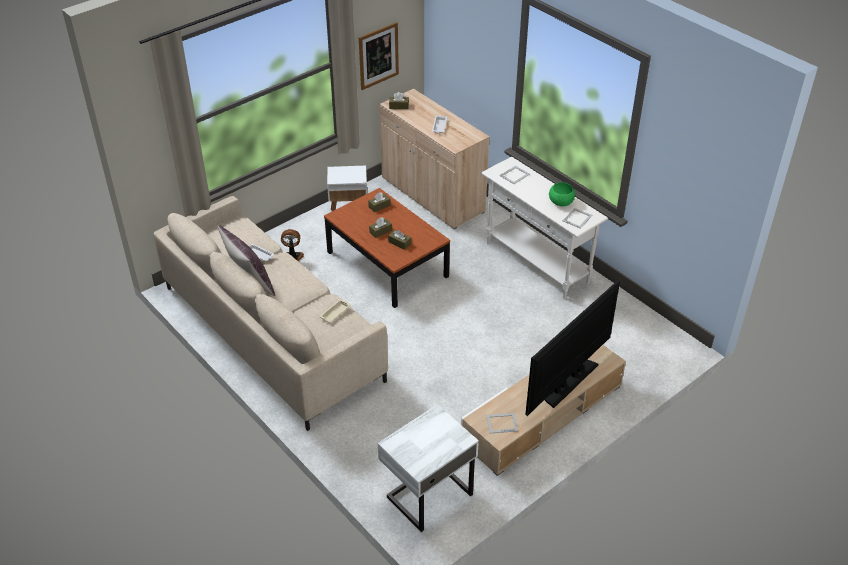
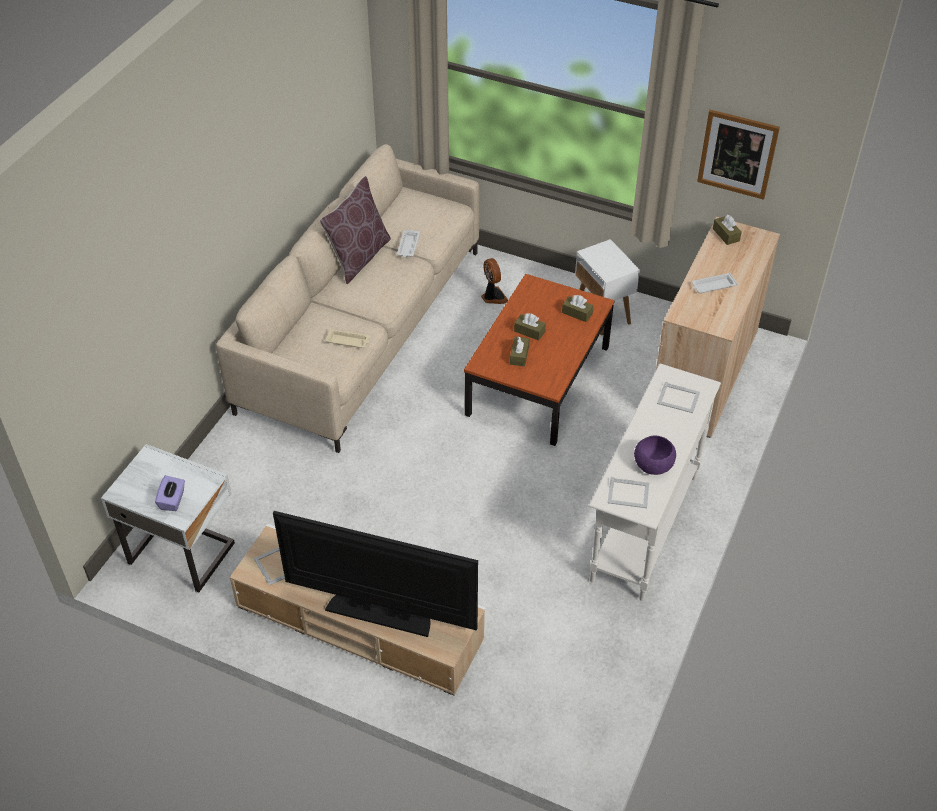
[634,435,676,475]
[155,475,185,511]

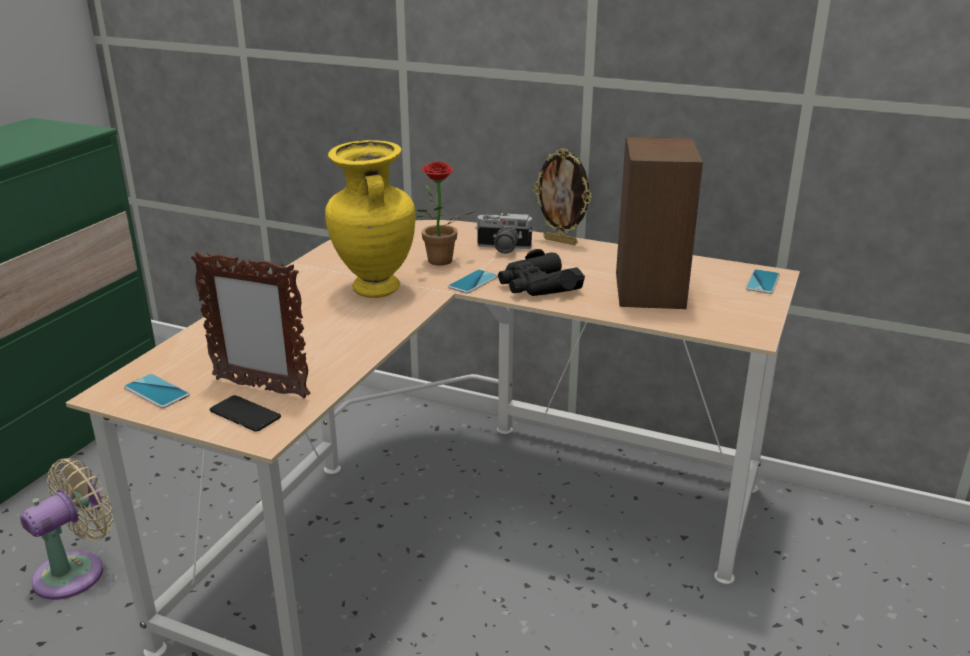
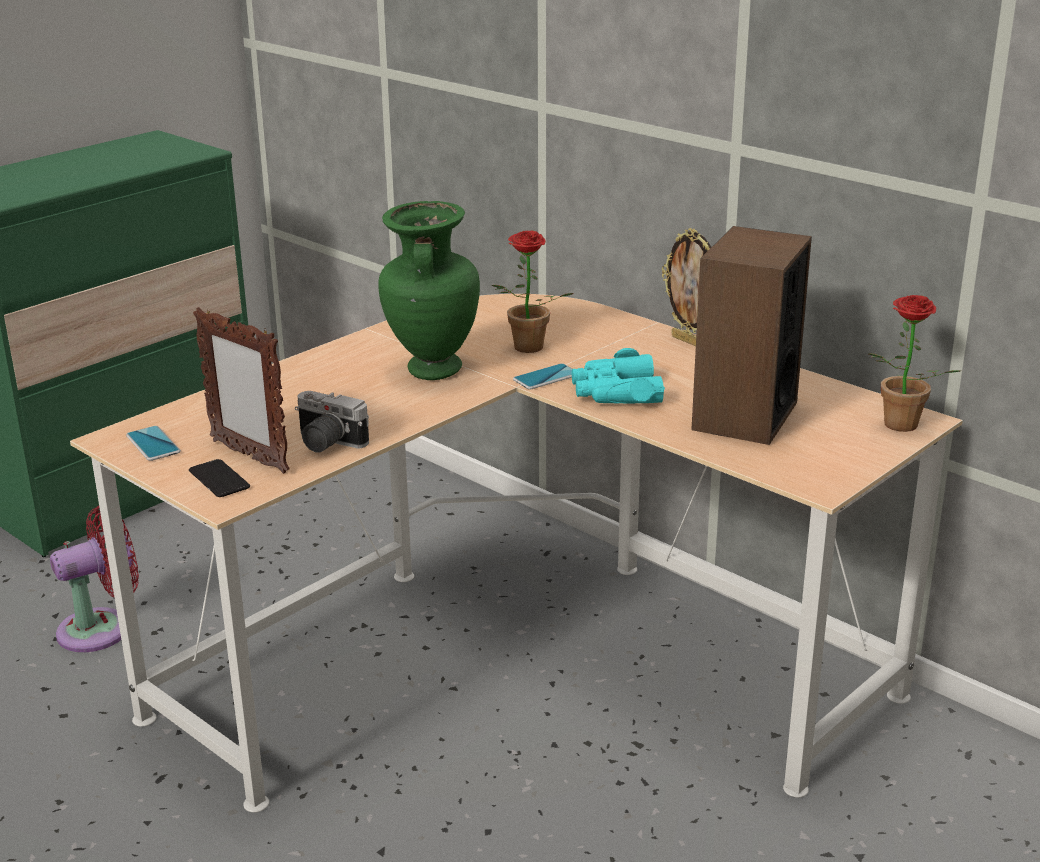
[378,201,480,380]
[295,391,369,453]
[572,348,665,404]
[868,295,961,432]
[50,506,139,652]

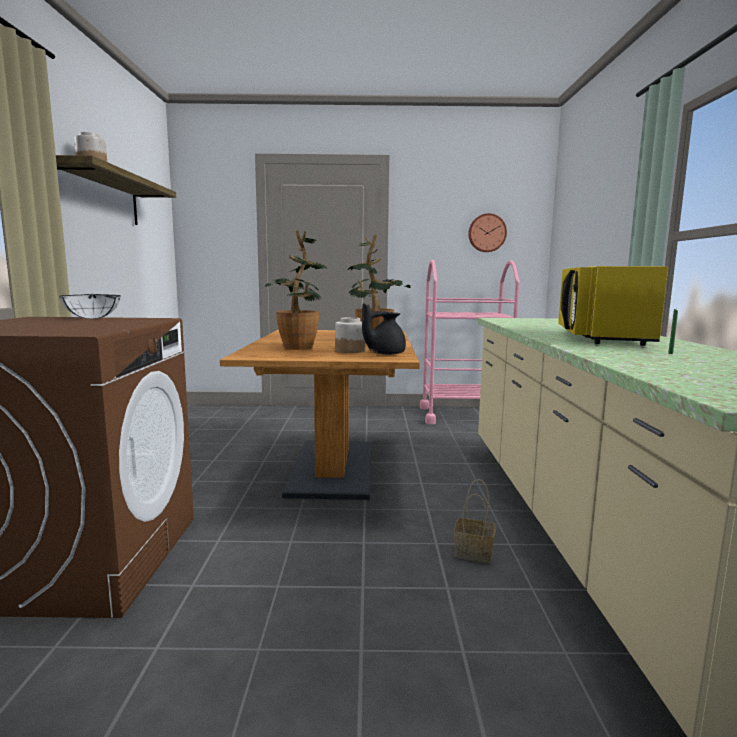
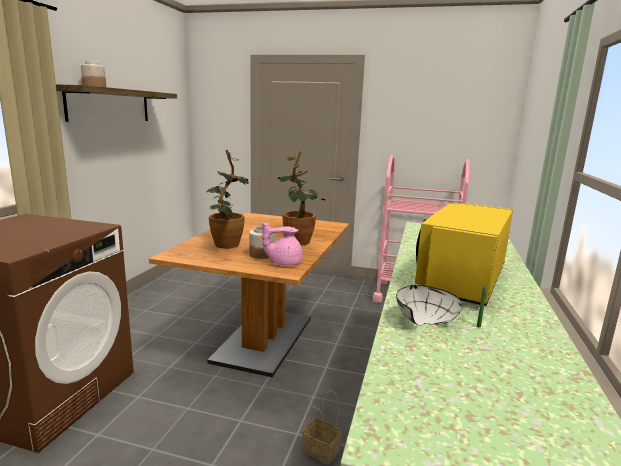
[468,213,507,252] (first image)
[396,285,463,326]
[262,222,303,266]

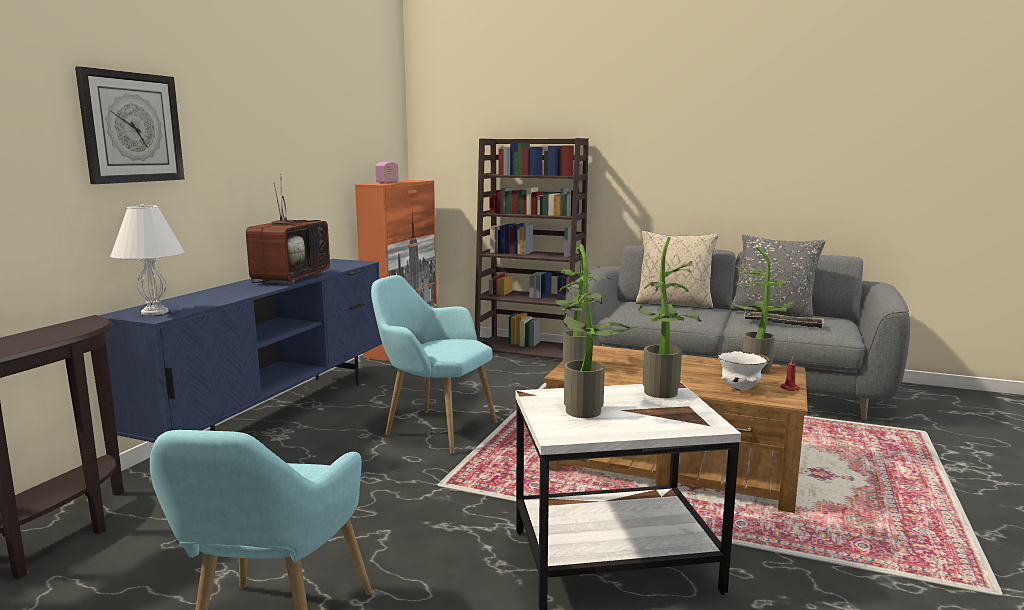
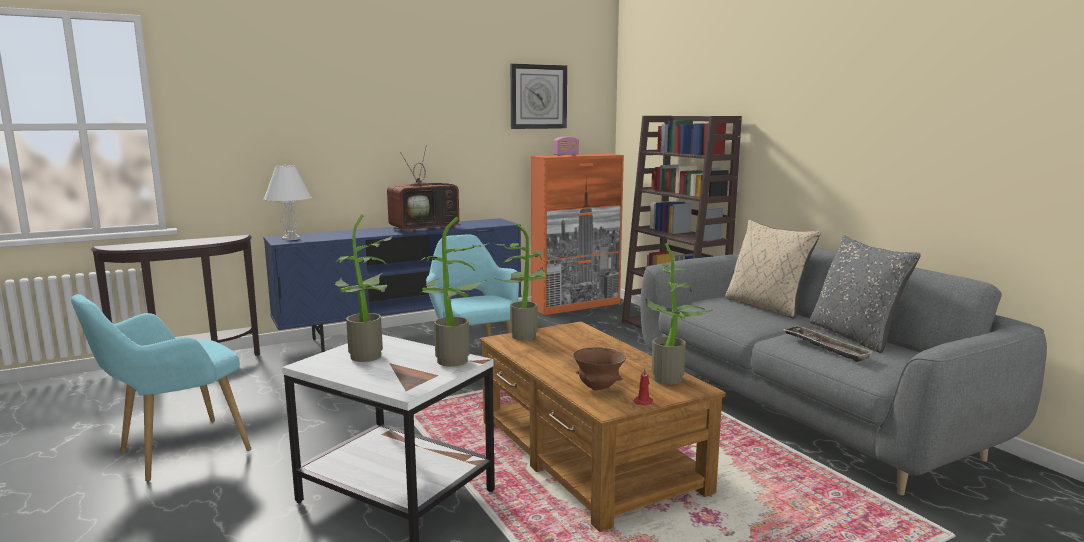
[510,63,567,129]
[573,347,626,390]

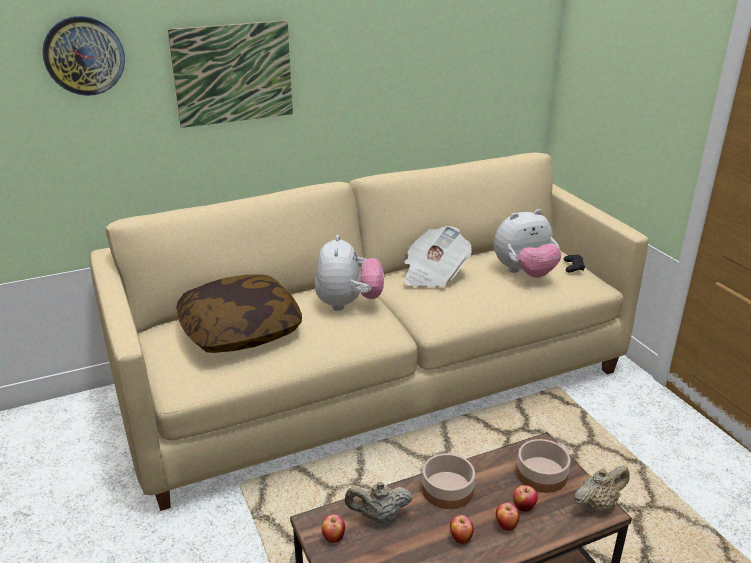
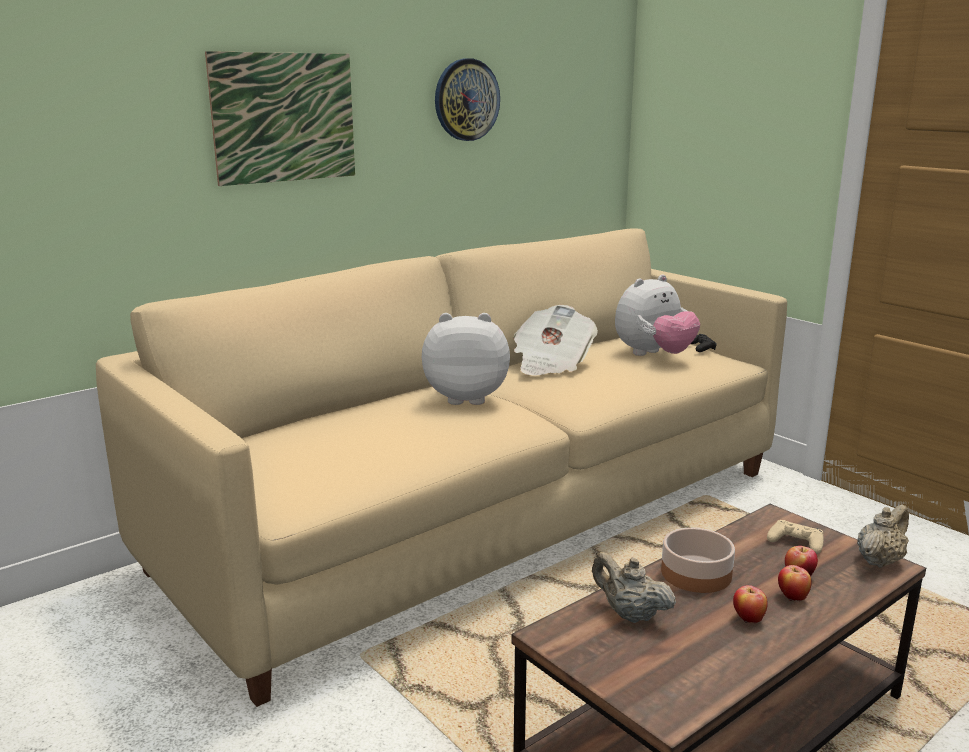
[435,59,500,141]
[422,313,510,405]
[176,275,302,353] (first image)
[767,520,824,554]
[592,552,676,623]
[322,514,345,543] (first image)

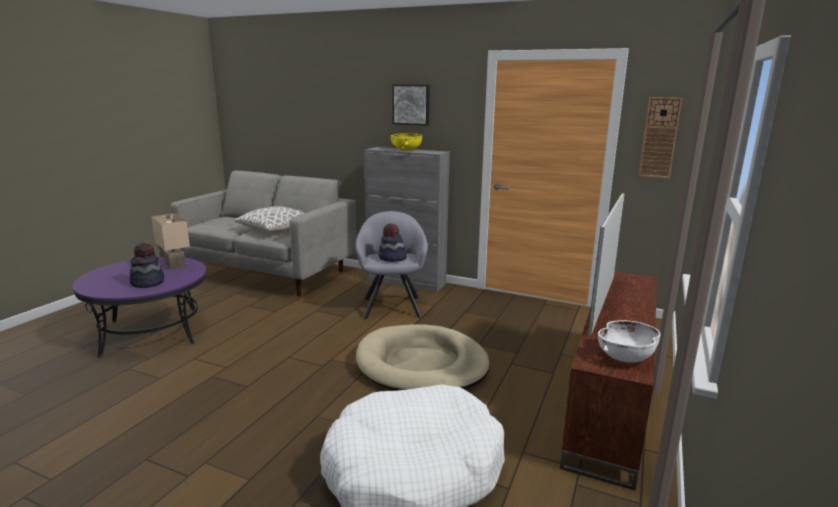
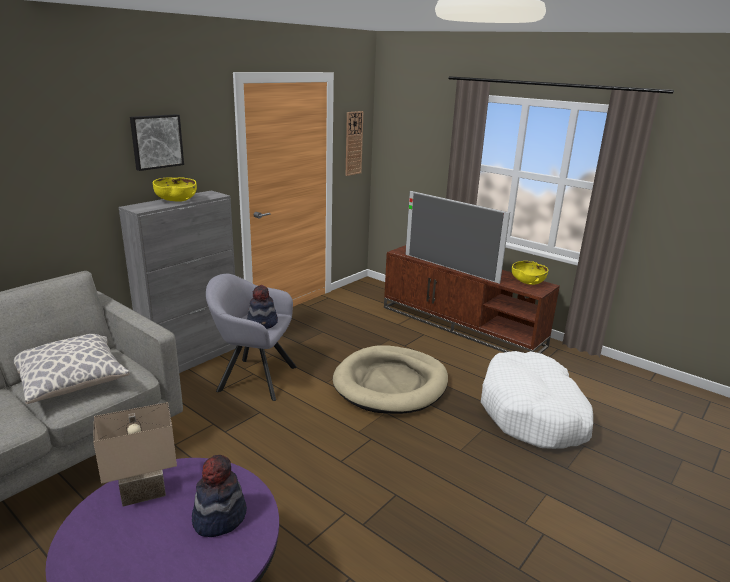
[512,261,548,285]

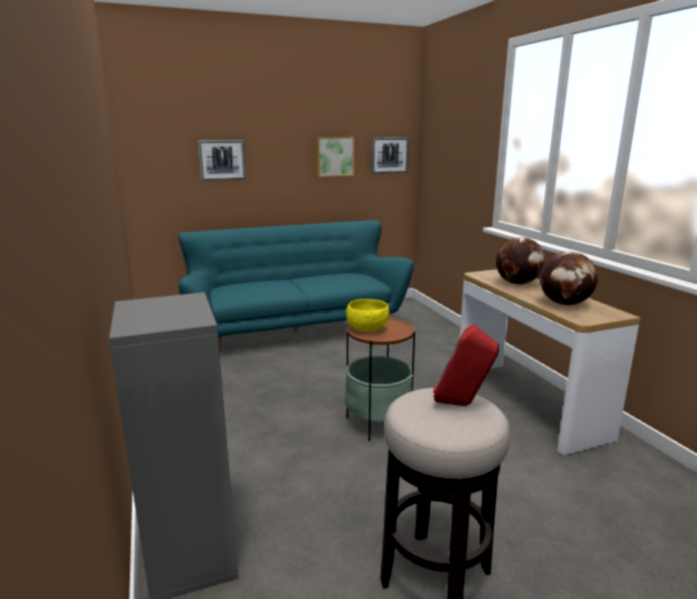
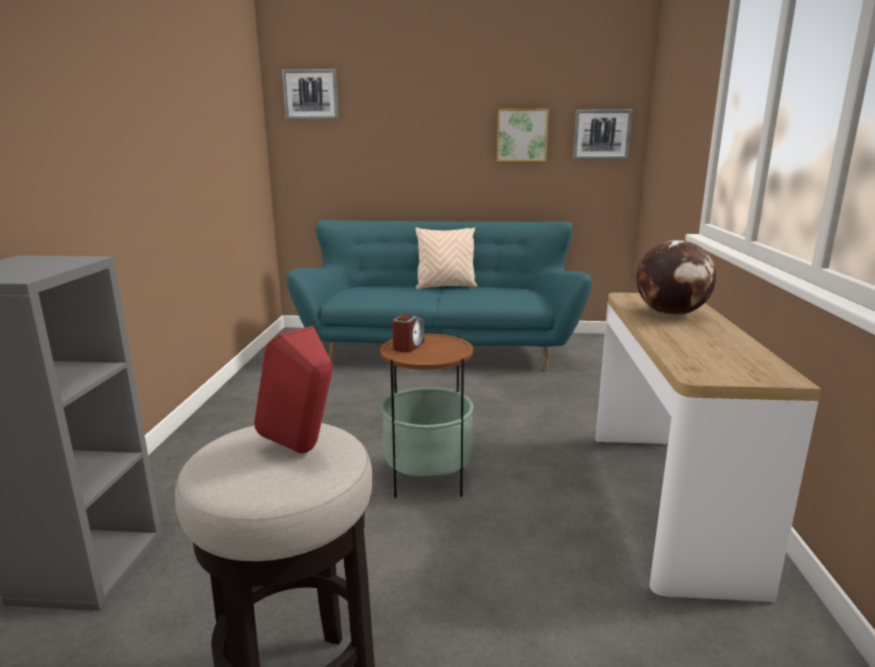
[282,69,339,120]
[540,252,598,305] (first image)
[392,315,424,353]
[415,227,477,289]

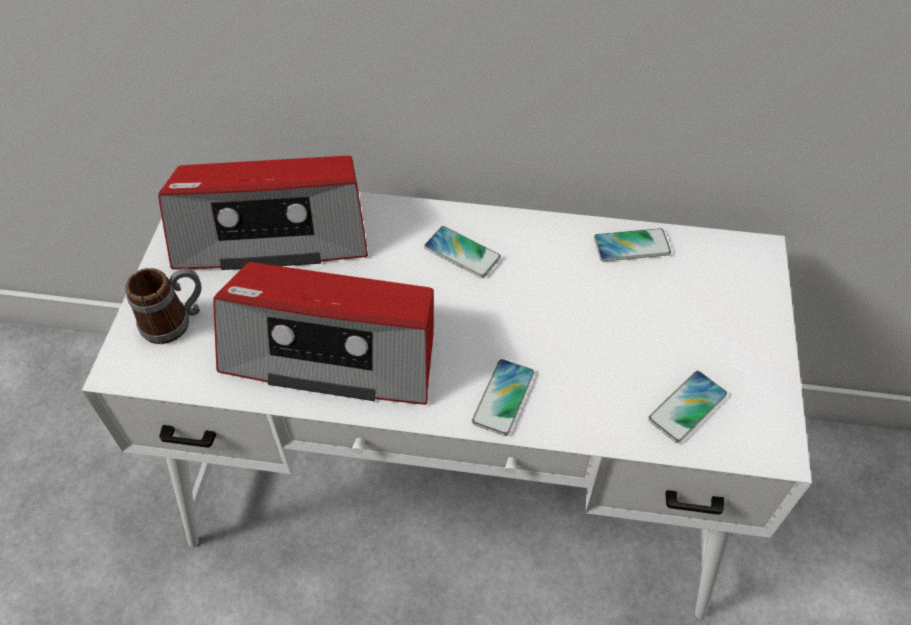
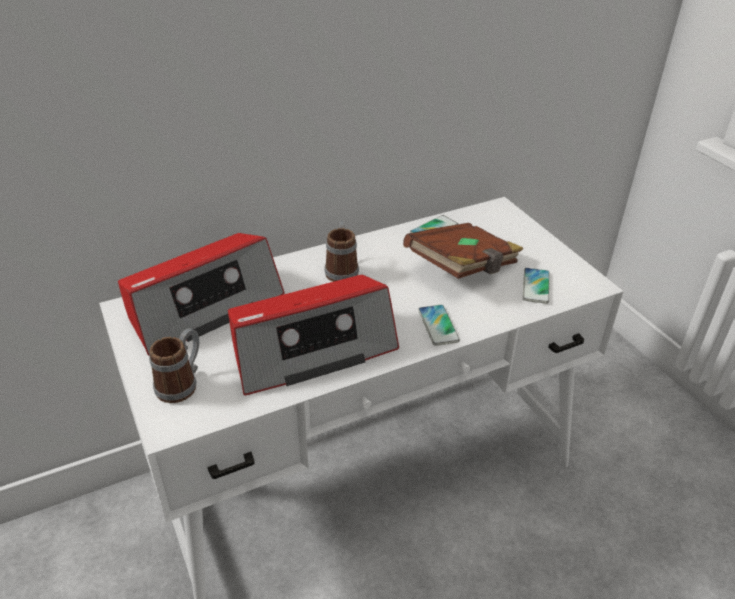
[324,221,359,282]
[403,223,523,279]

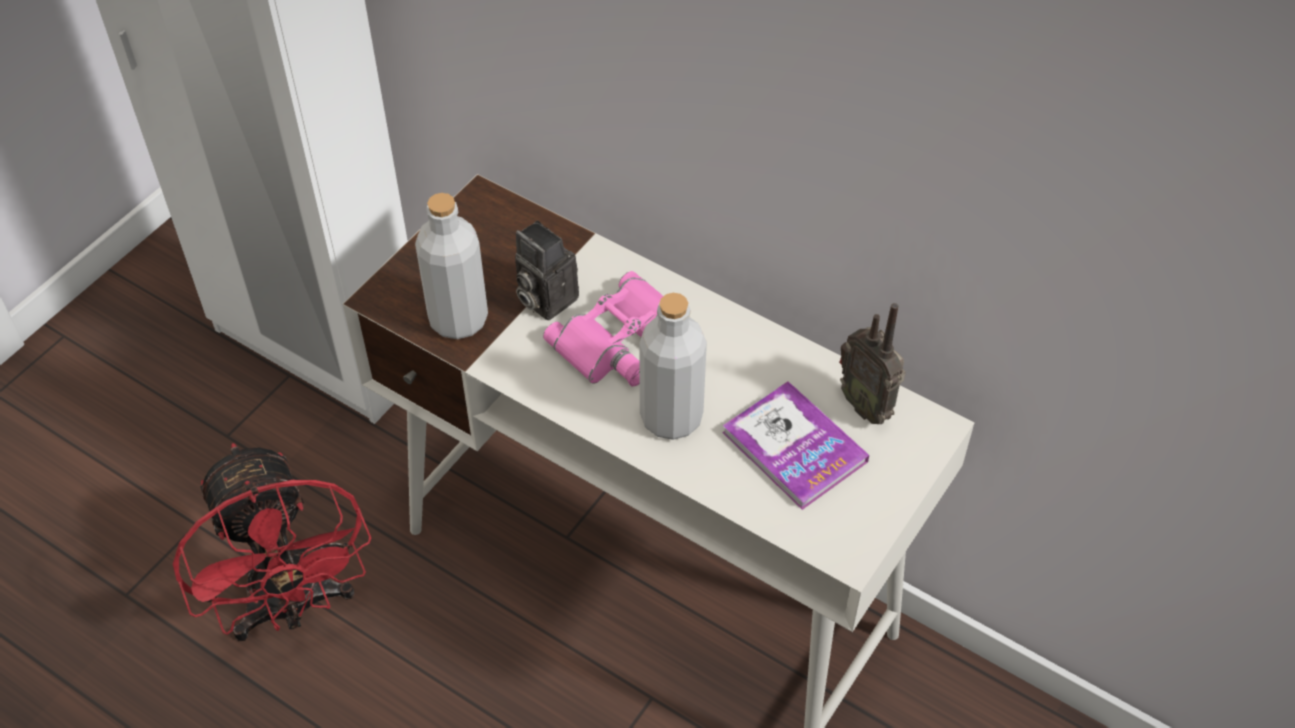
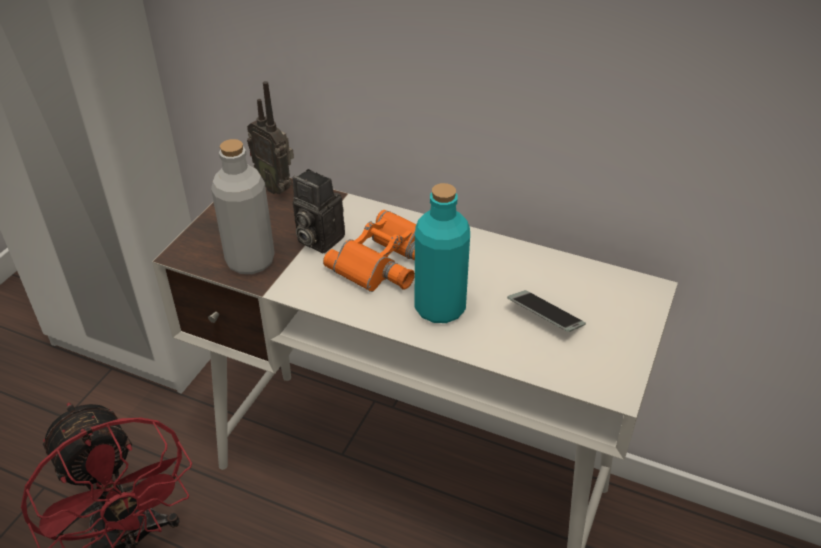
[323,210,416,292]
[415,183,470,323]
[247,81,294,194]
[507,290,586,332]

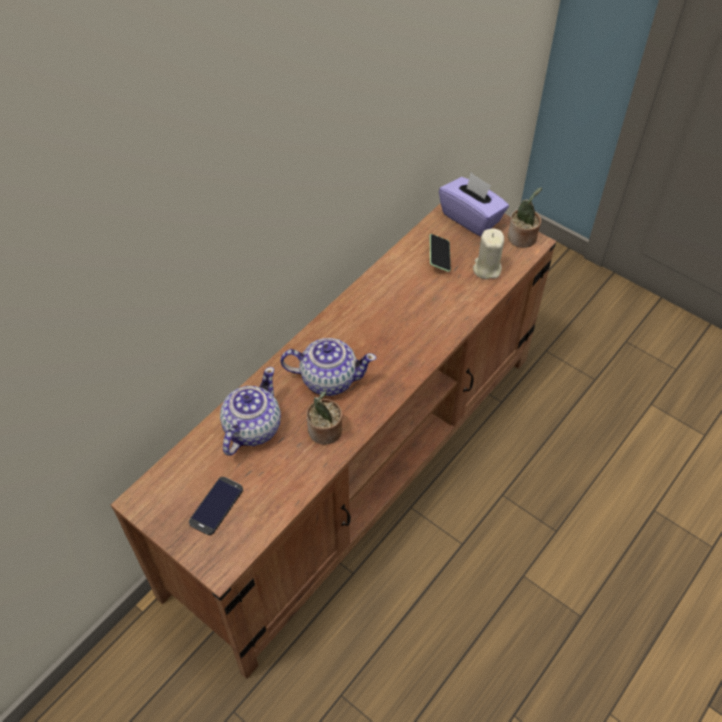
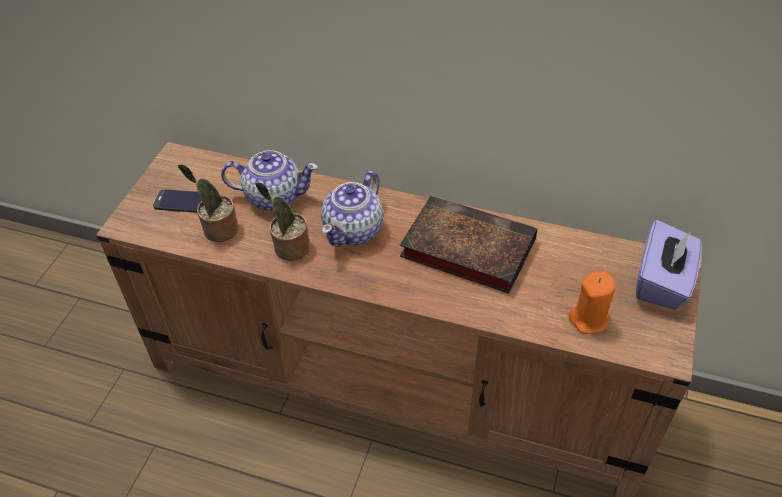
[178,164,239,242]
[569,271,616,334]
[430,234,451,272] (first image)
[321,171,383,247]
[400,195,537,294]

